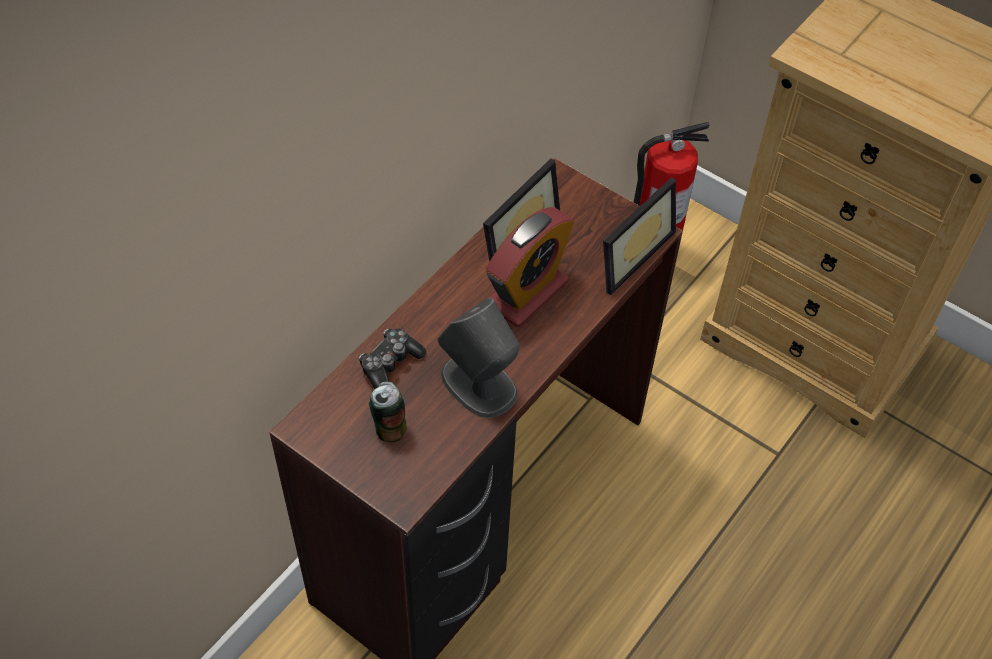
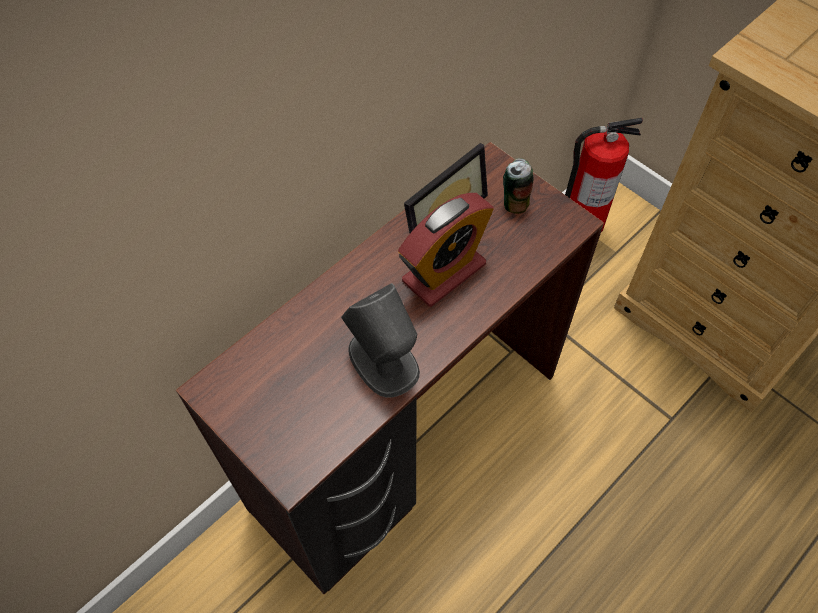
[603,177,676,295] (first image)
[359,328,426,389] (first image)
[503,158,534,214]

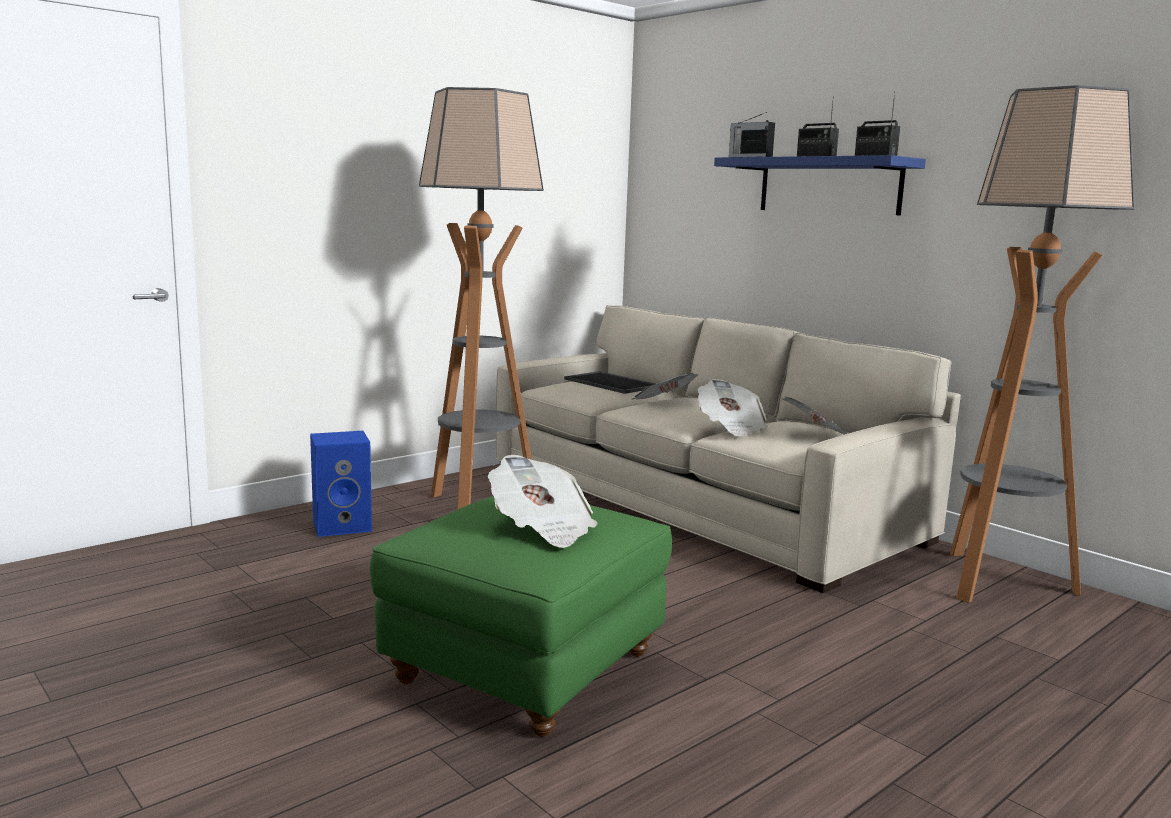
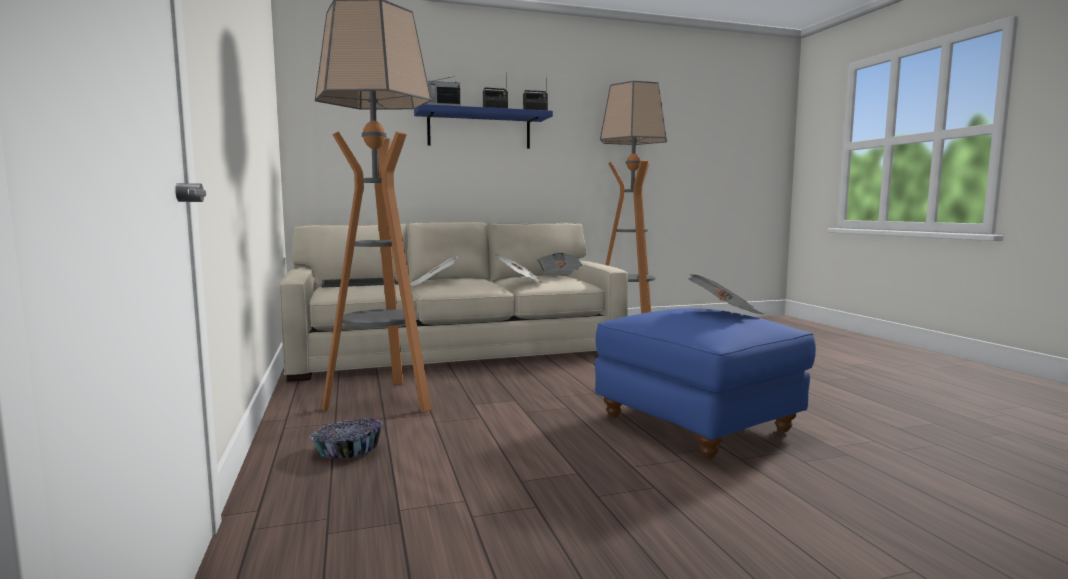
[310,419,383,459]
[595,308,816,459]

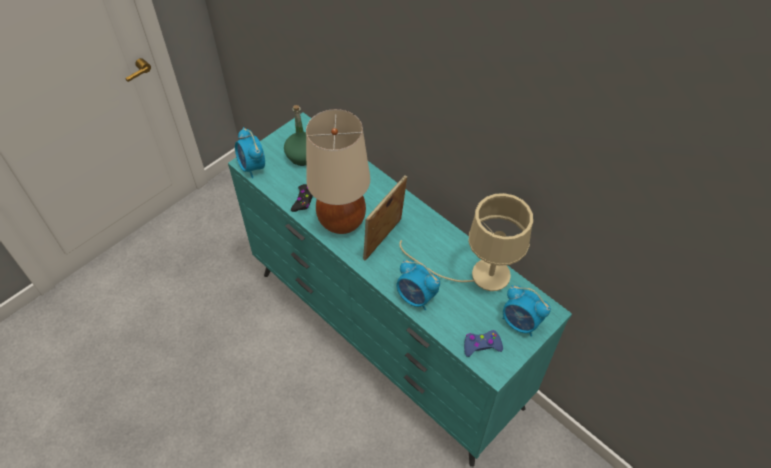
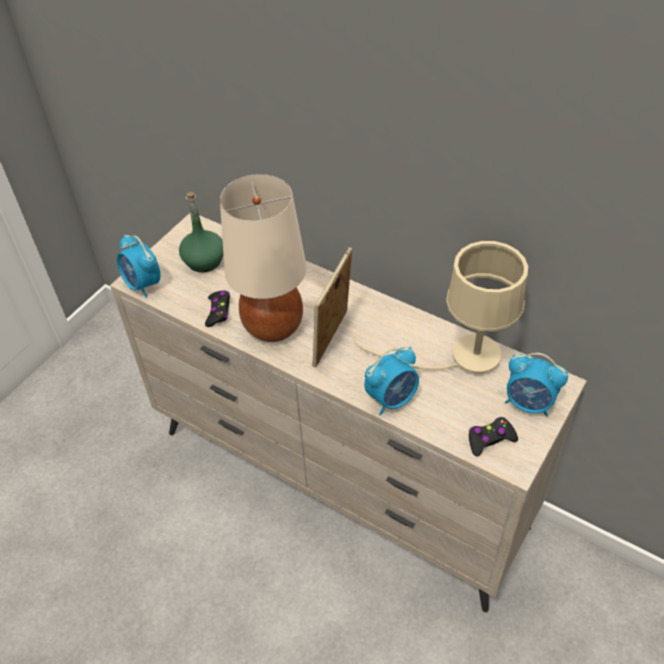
[110,213,587,612]
[364,347,419,416]
[469,417,518,457]

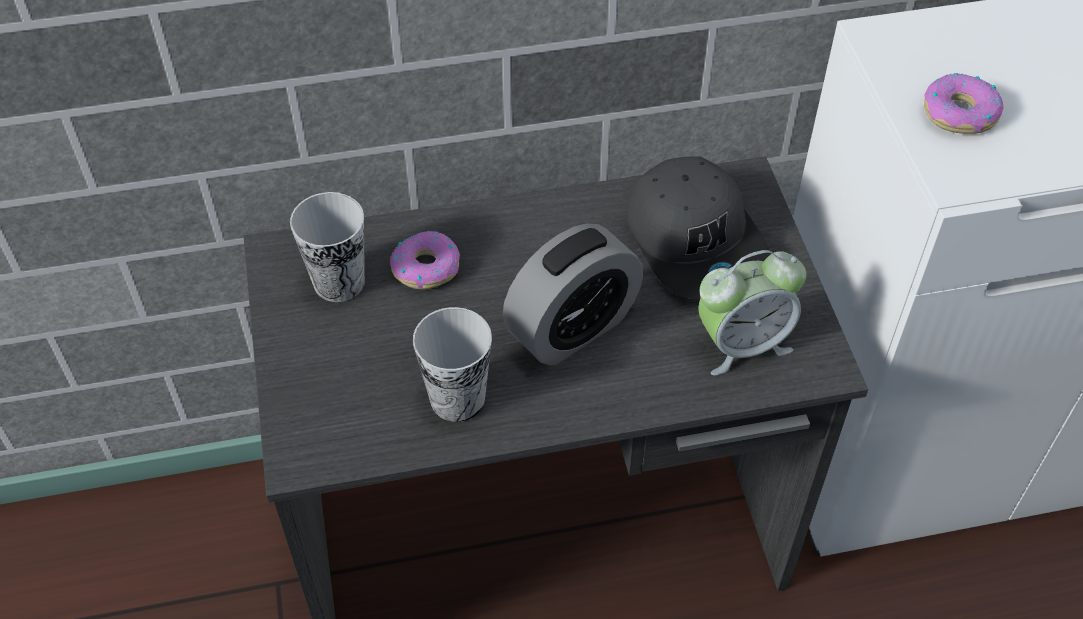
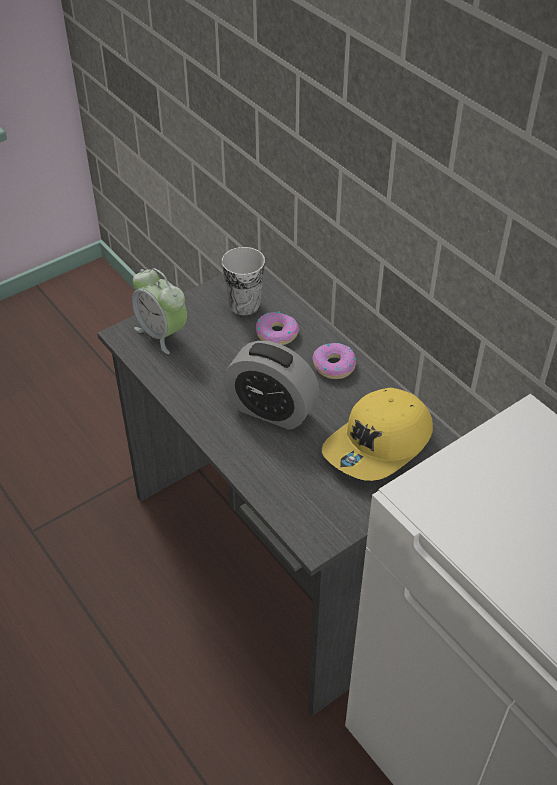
[312,343,356,379]
[322,388,433,481]
[132,268,187,354]
[413,307,492,422] (first image)

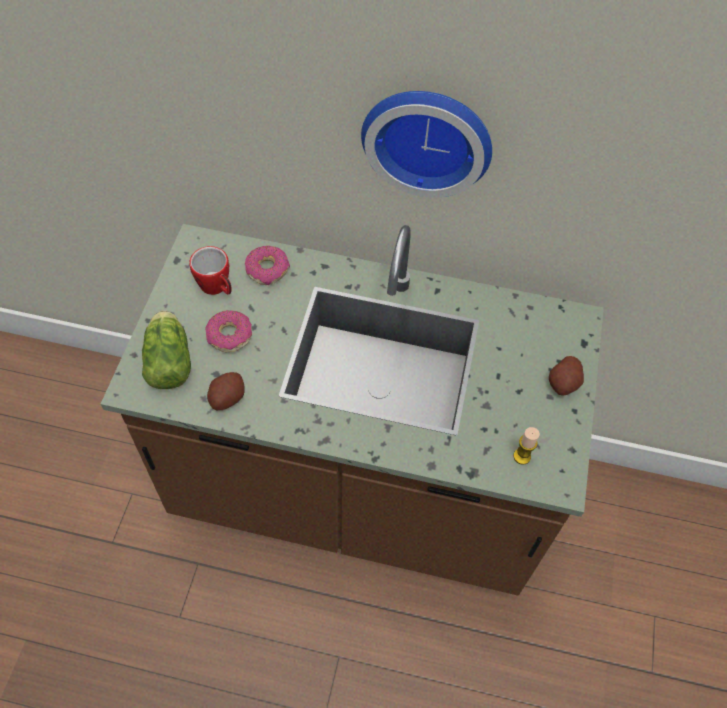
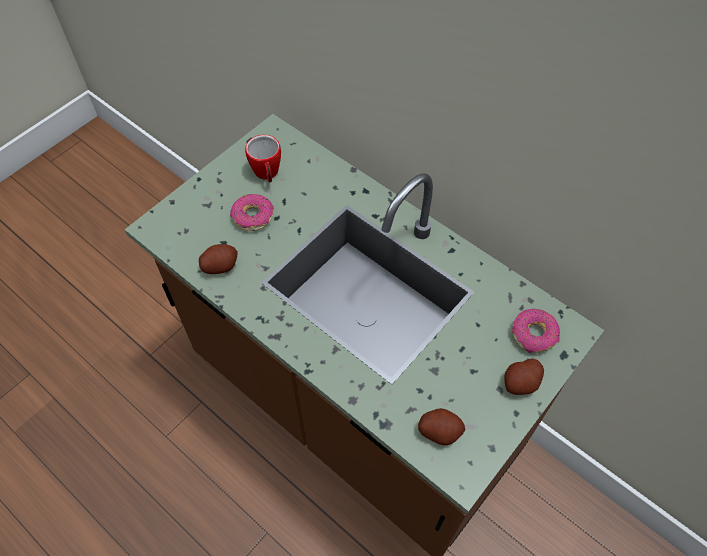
[361,91,492,198] (first image)
[512,309,560,353]
[142,311,191,389] (first image)
[418,408,465,445]

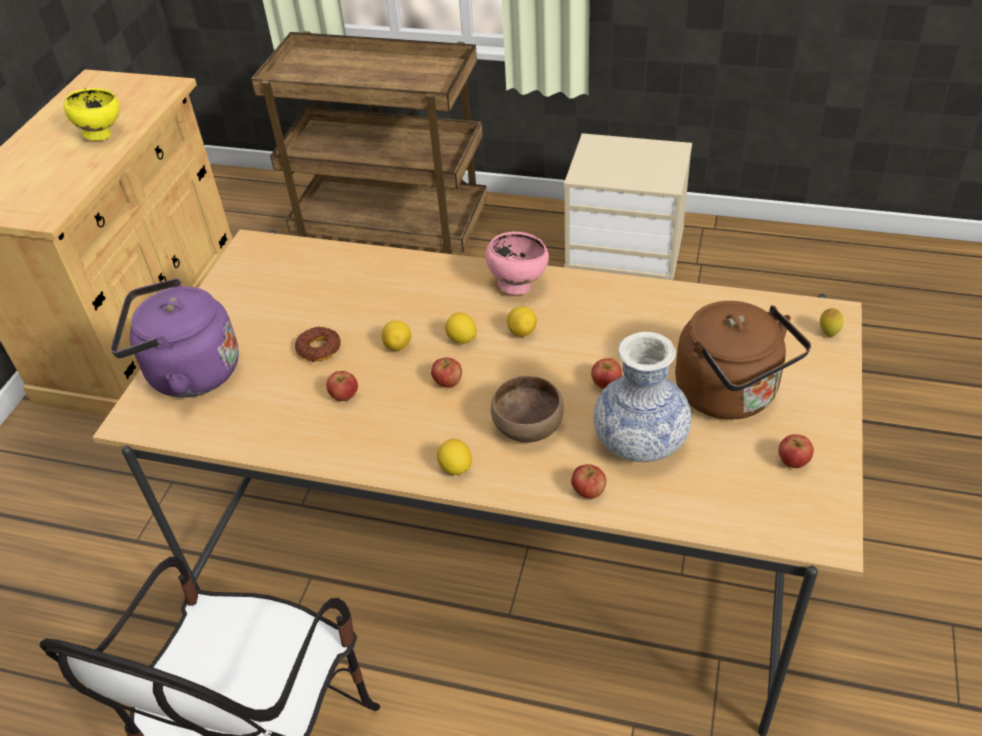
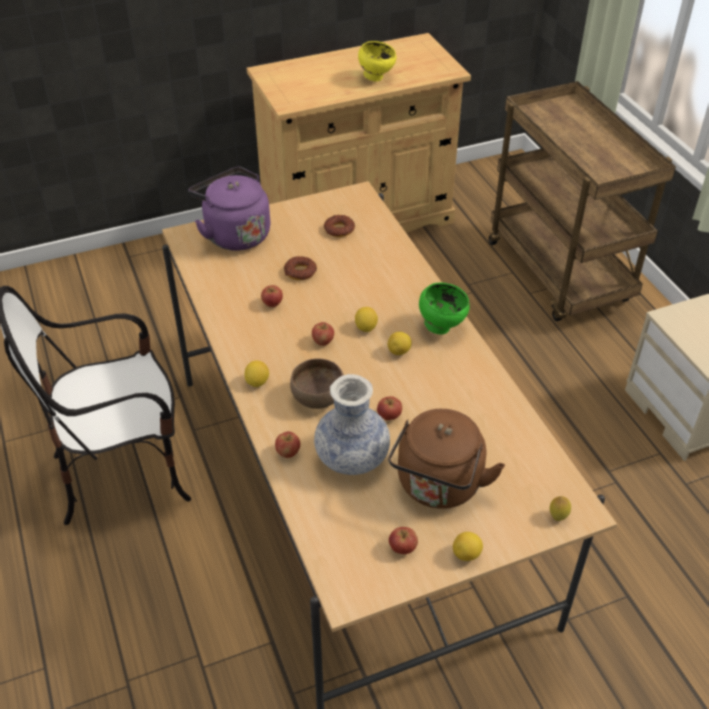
[419,283,470,335]
[453,532,483,561]
[324,215,355,237]

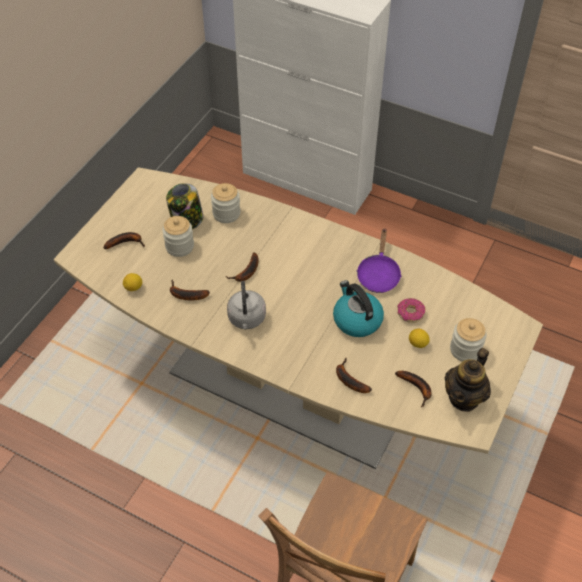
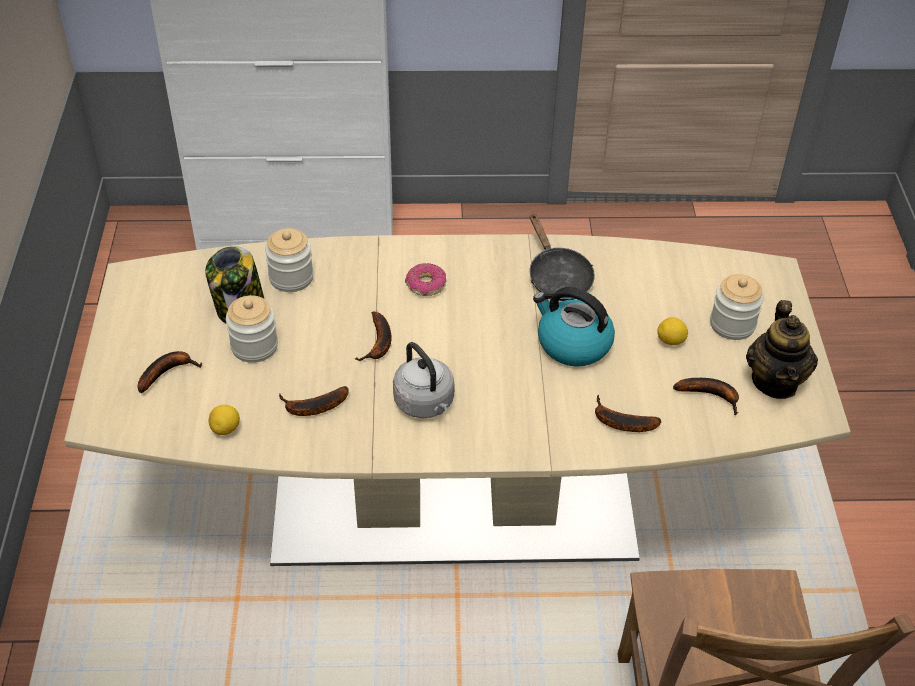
[529,213,595,301]
[405,263,446,296]

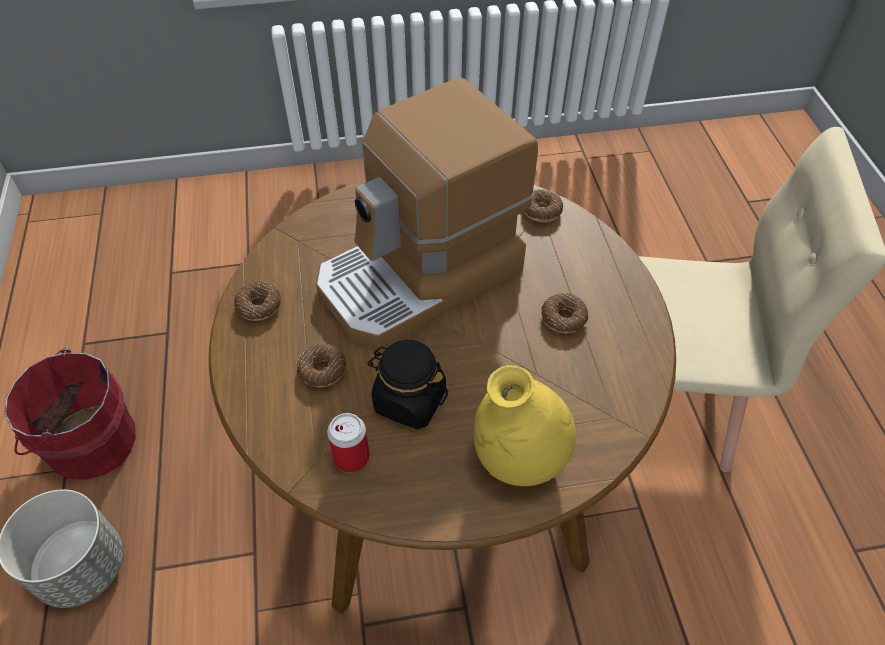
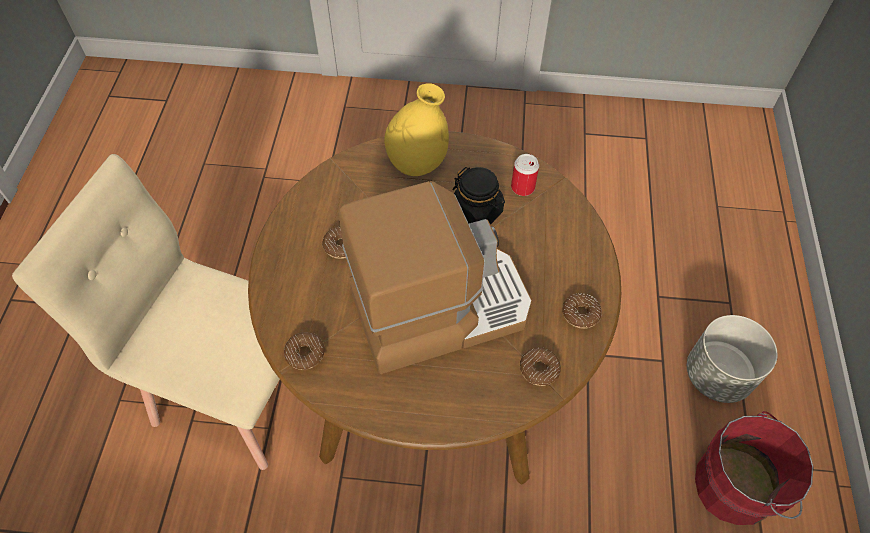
[520,347,561,386]

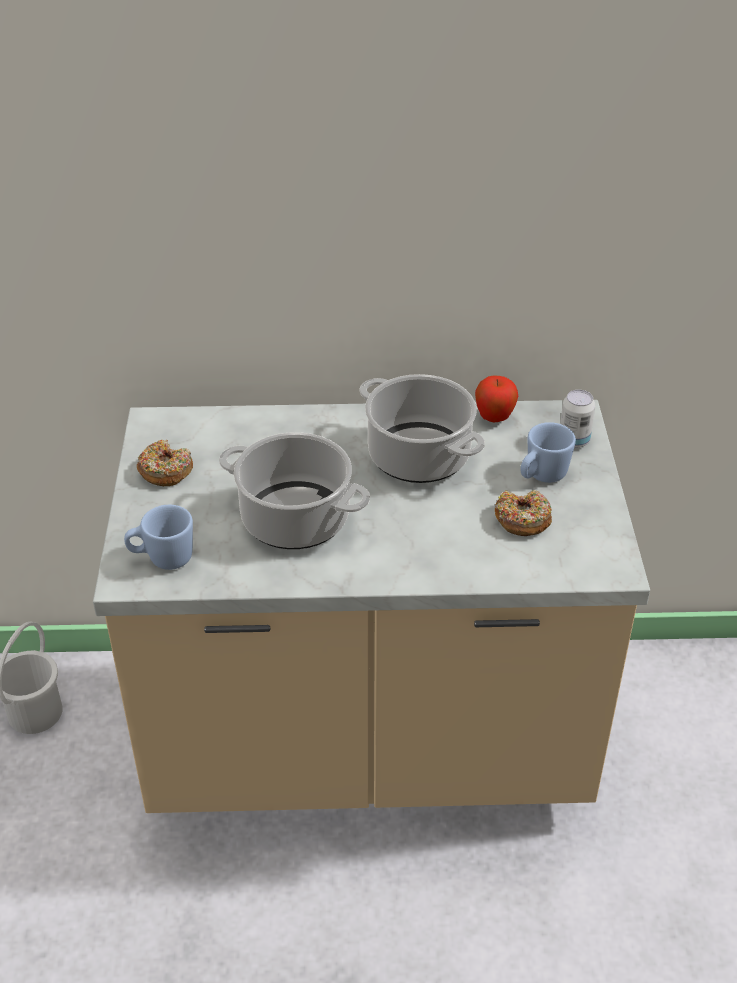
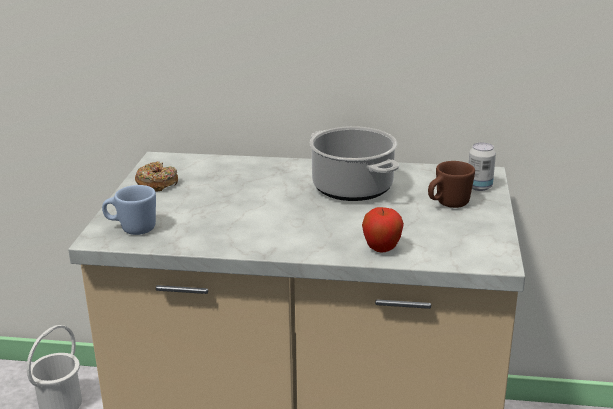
[362,207,404,252]
[428,161,475,208]
[219,432,370,549] (first image)
[495,490,552,536] (first image)

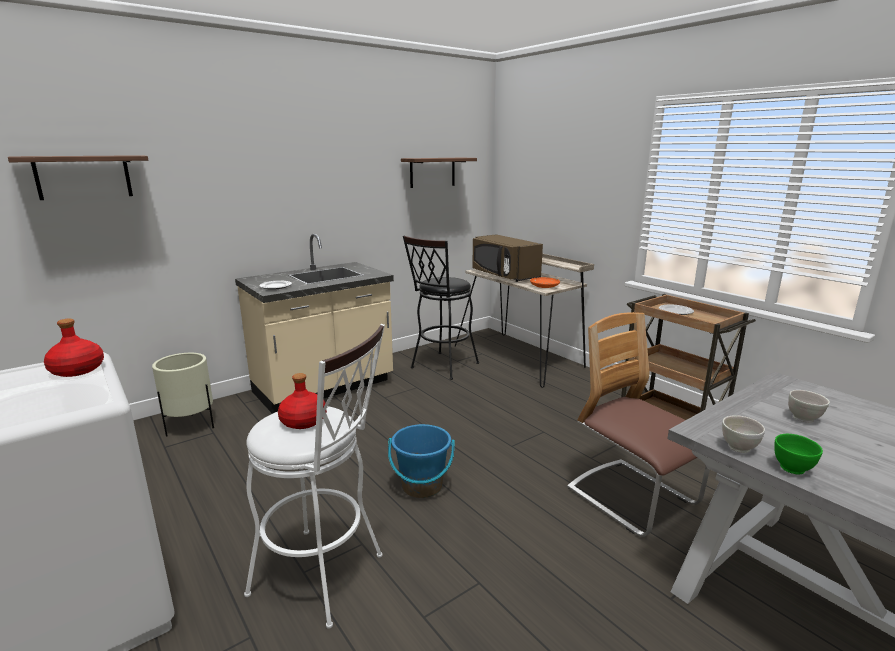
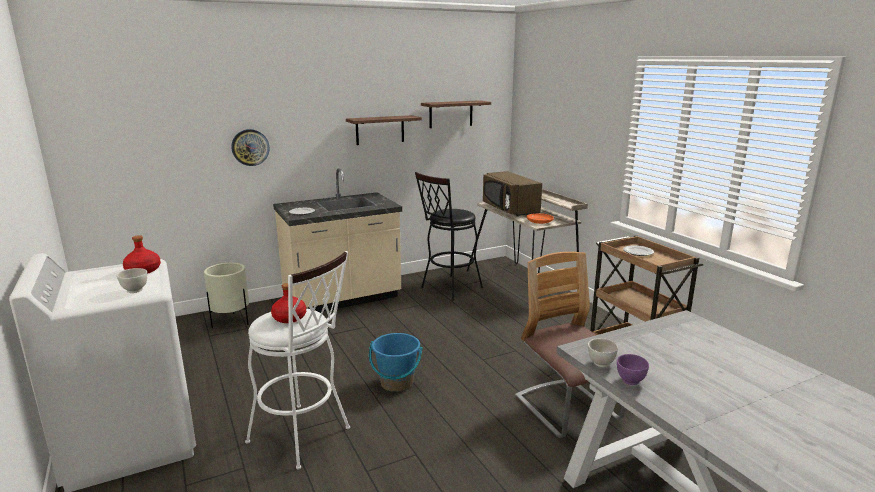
[346,115,422,145]
[117,268,147,293]
[617,354,649,385]
[231,129,269,166]

